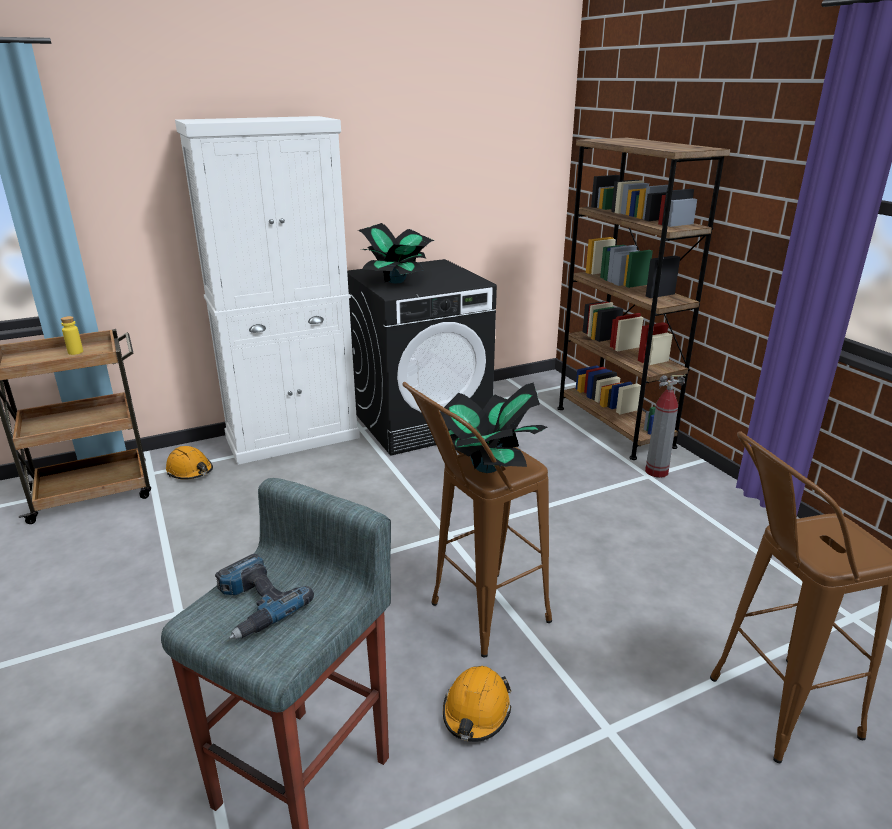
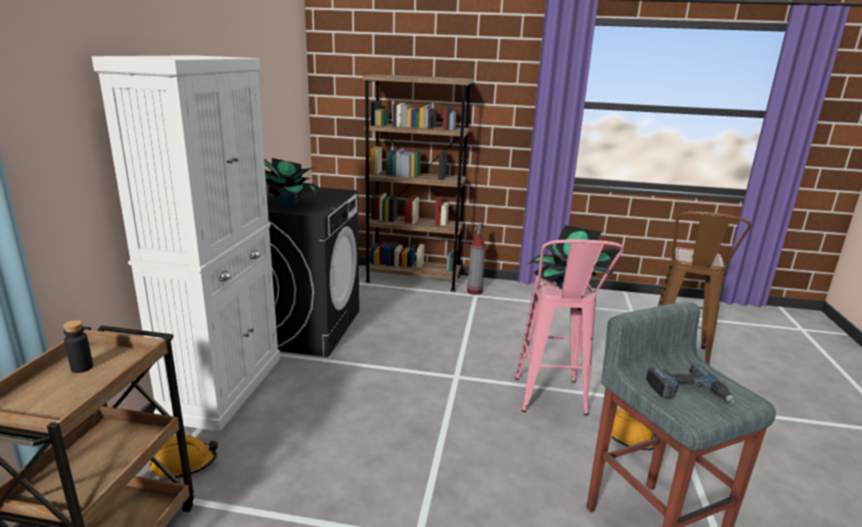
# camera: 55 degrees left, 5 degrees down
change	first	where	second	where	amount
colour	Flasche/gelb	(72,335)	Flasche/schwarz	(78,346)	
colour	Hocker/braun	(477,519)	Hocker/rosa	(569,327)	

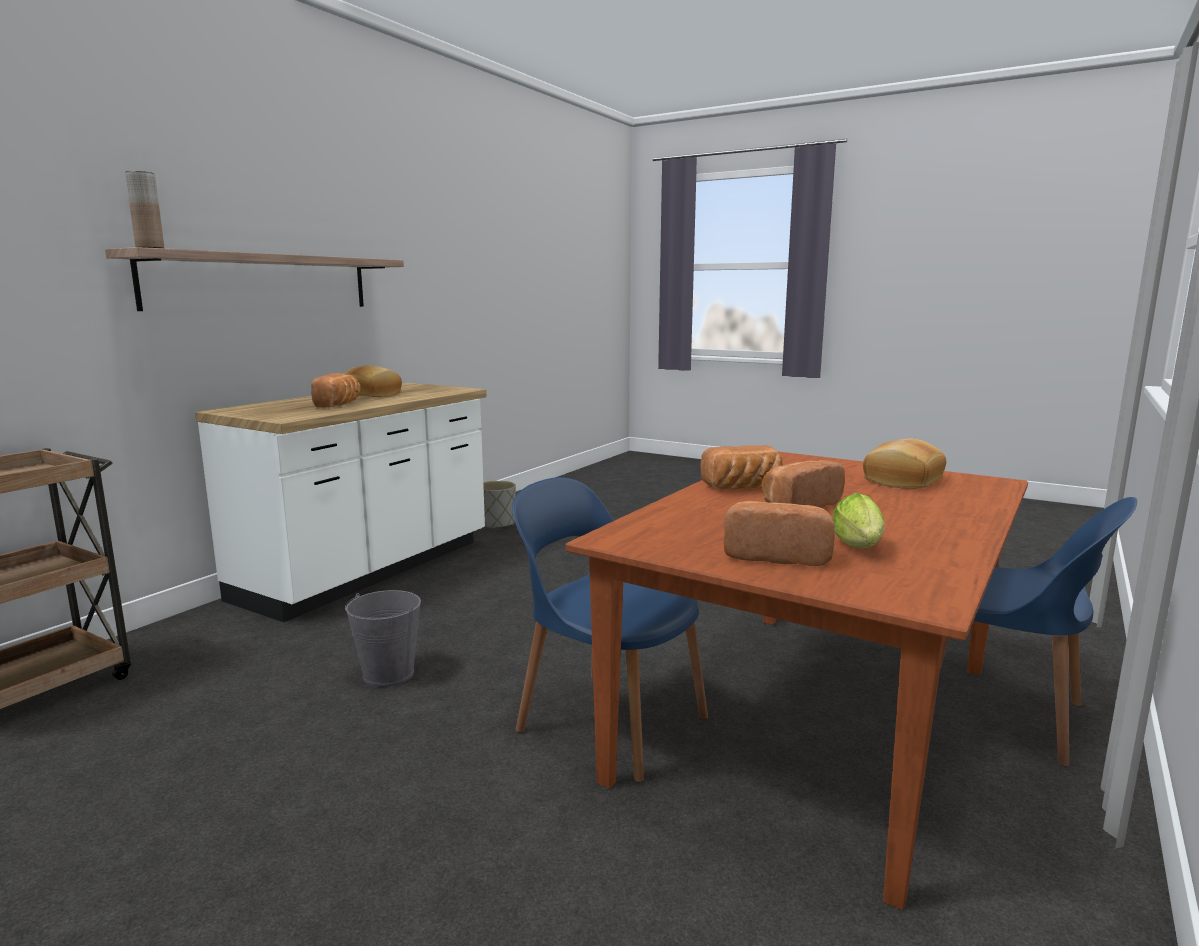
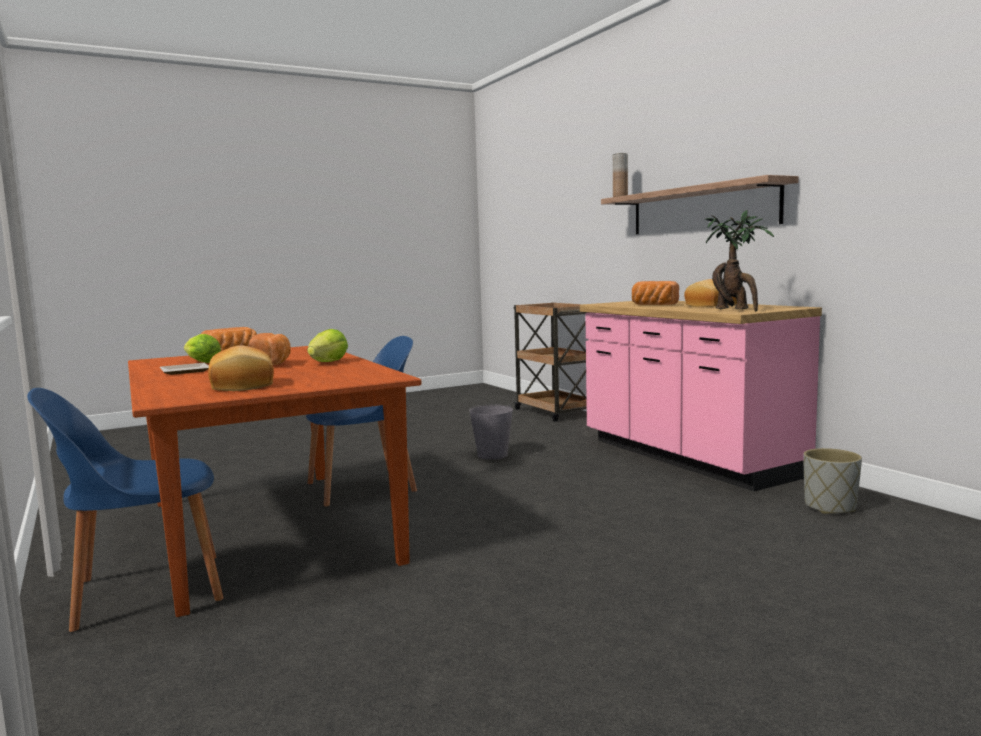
# camera: 120 degrees right, 5 degrees down
change	first	where	second	where	amount
colour	Küchenzeile/weiß	(341,502)	Küchenzeile/rosa	(701,396)	
exchanged	Brot	(741,467)	Salatkopf	(327,345)	
appeared			Teller	(184,369)	
appeared			Topfpflanze	(739,260)	

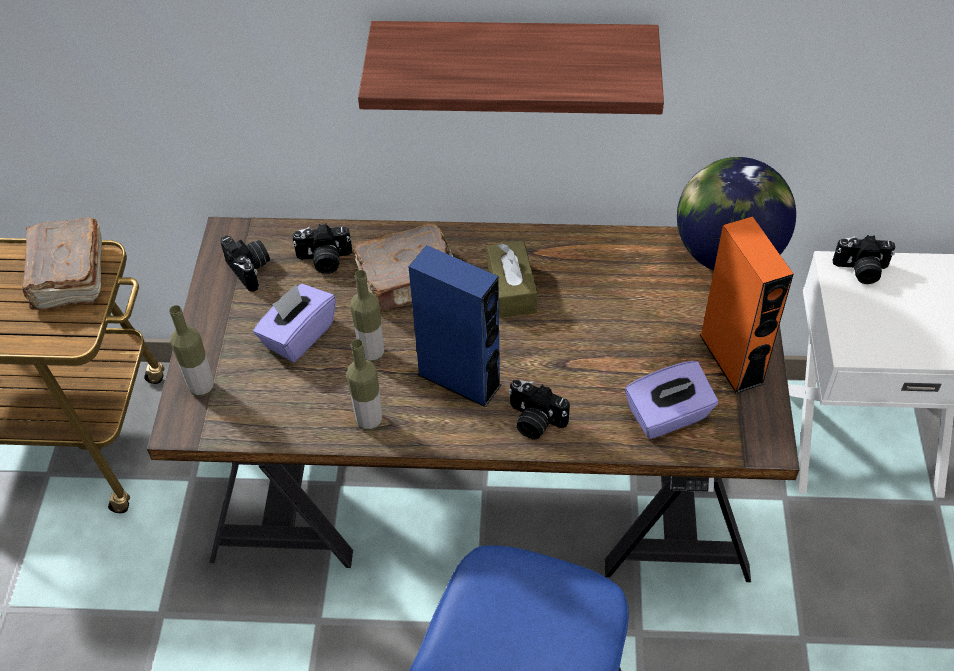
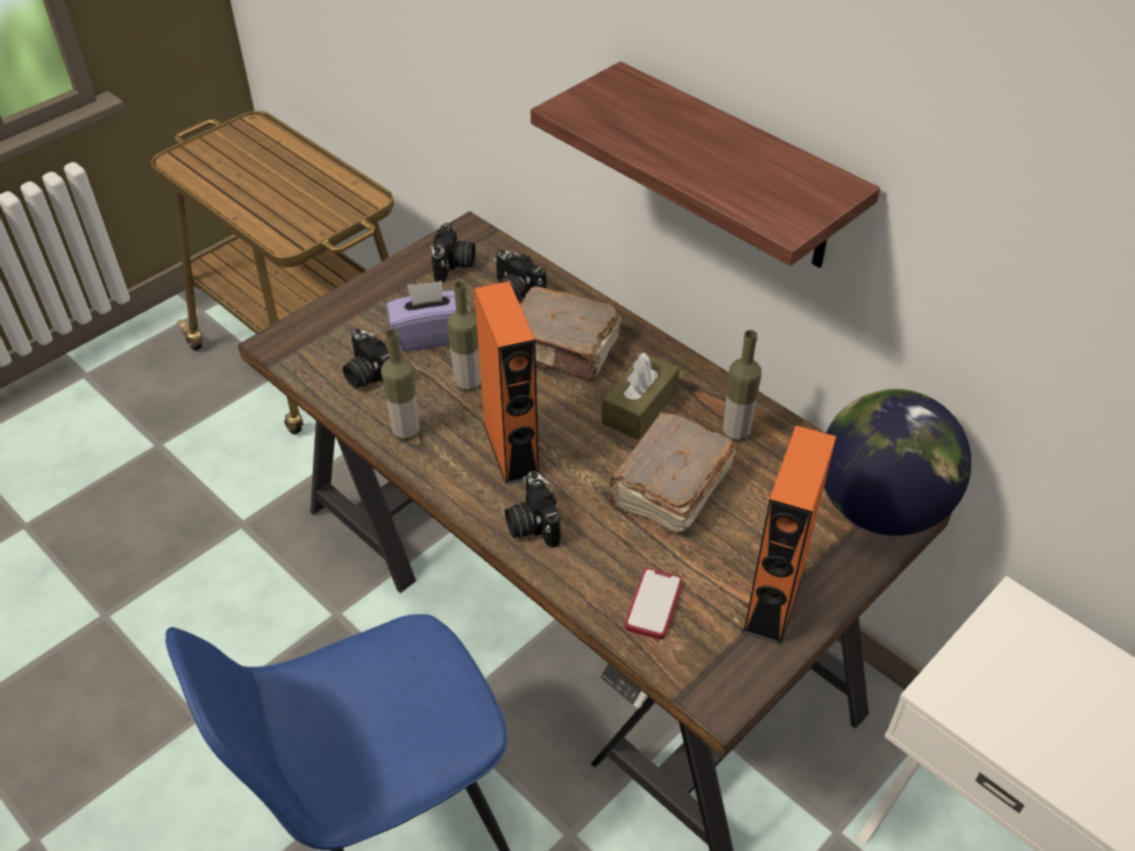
# camera: 40 degrees right, 5 degrees down
change	first	where	second	where	amount
relocated	Buch/braun	(62,263)		(672,473)	
relocated	Flasche	(191,351)		(742,386)	
colour	Lautsprecher/blau	(455,326)	Lautsprecher/orange	(506,383)	
exchanged	Taschentuchbox/lila	(671,400)	Handy	(654,604)	
relocated	Kamera	(864,259)		(366,358)	

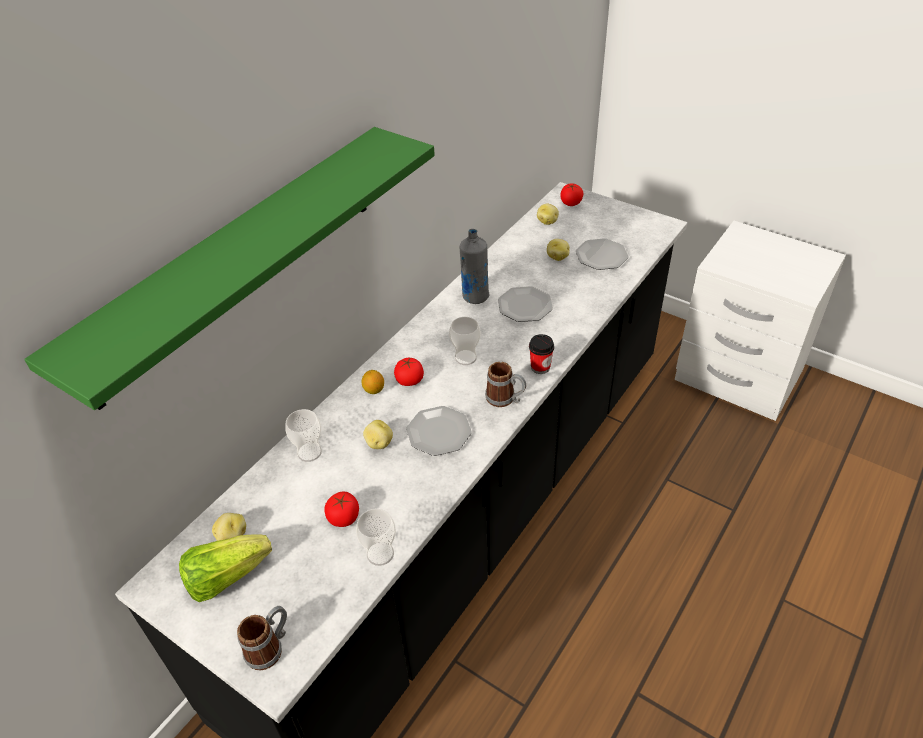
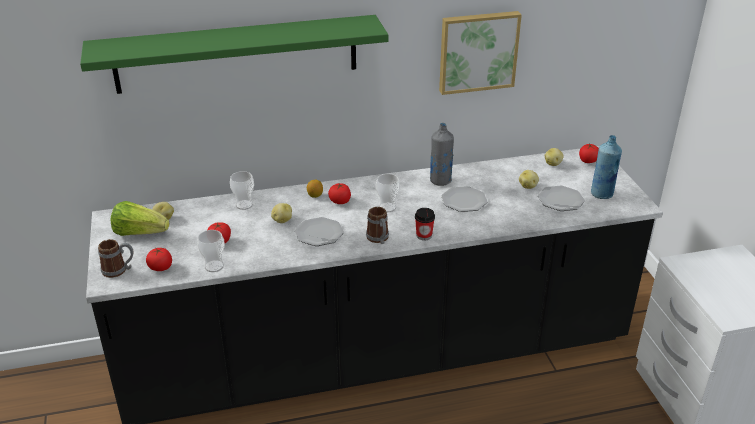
# camera: 40 degrees right, 10 degrees down
change	first	where	second	where	amount
appeared			Tomate	(159,259)	
appeared			Bild	(480,53)	
appeared			Flasche/blau	(606,167)	

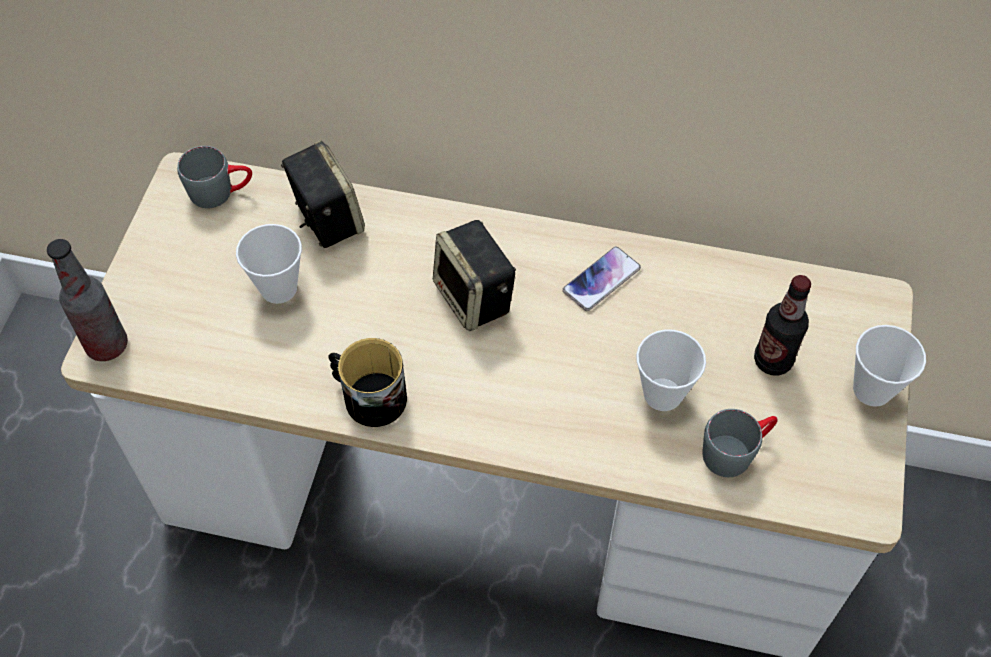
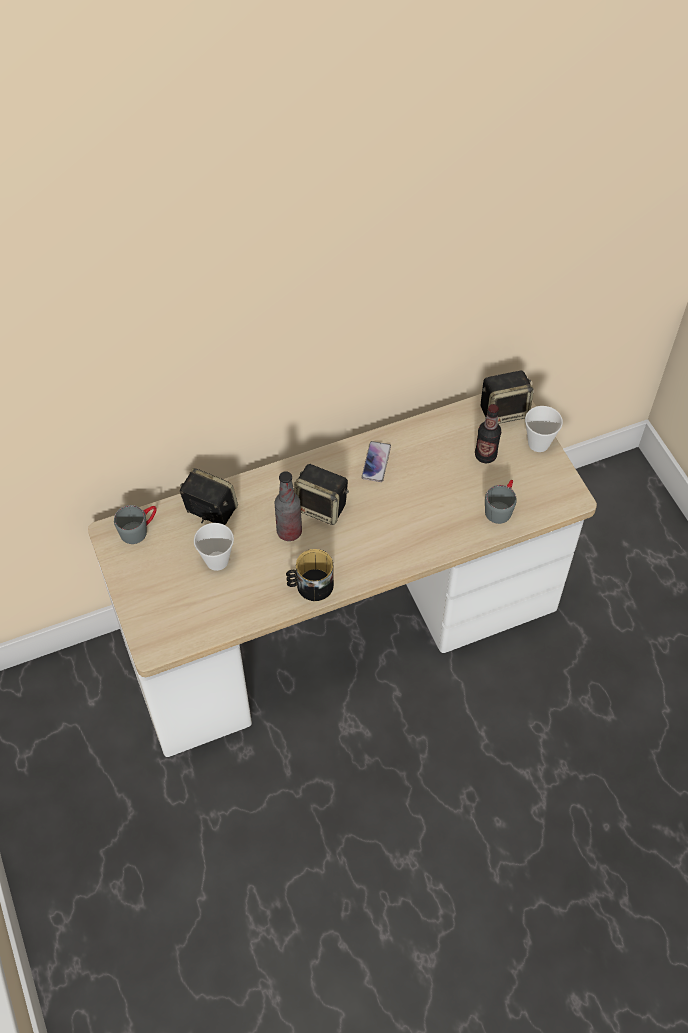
# camera: 35 degrees left, 0 degrees up
change	first	where	second	where	amount
relocated	Flasche	(87,300)		(288,506)	
missing	Tasse	(671,370)			
appeared			Lautsprecher	(507,397)	

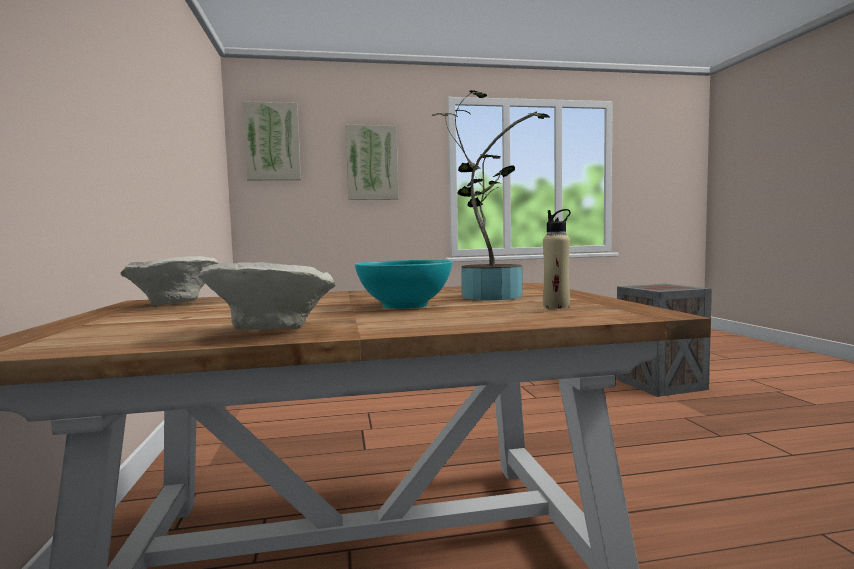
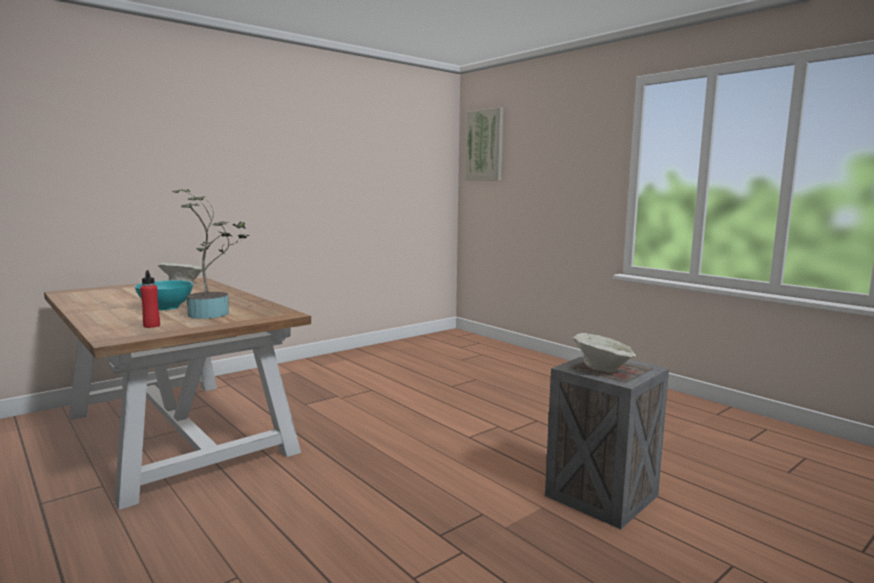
# camera: 60 degrees right, 5 degrees up
change	first	where	second	where	amount
relocated	Schüssel/beige	(266,296)		(604,353)	
missing	Bild	(372,162)			
colour	Flasche/beige	(557,259)	Flasche/rot	(150,299)	

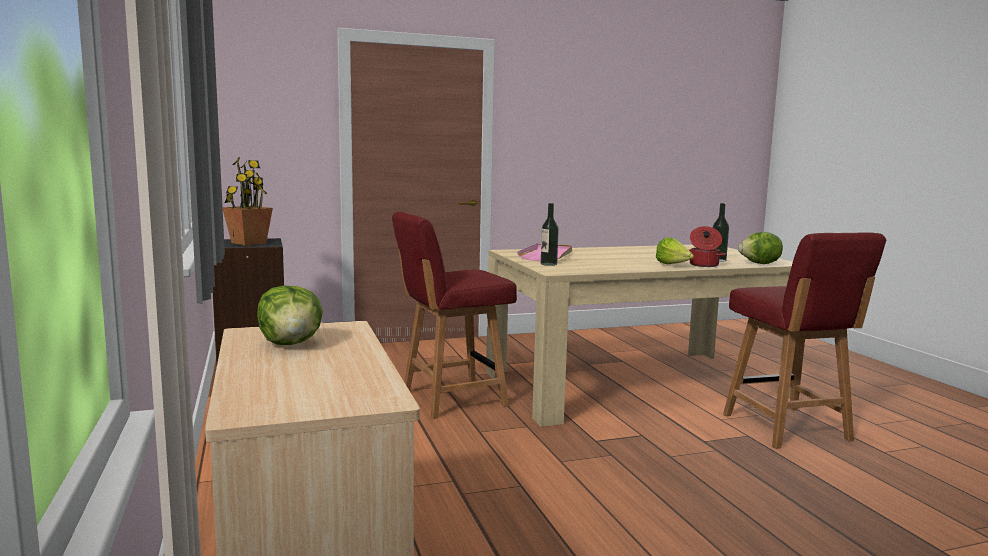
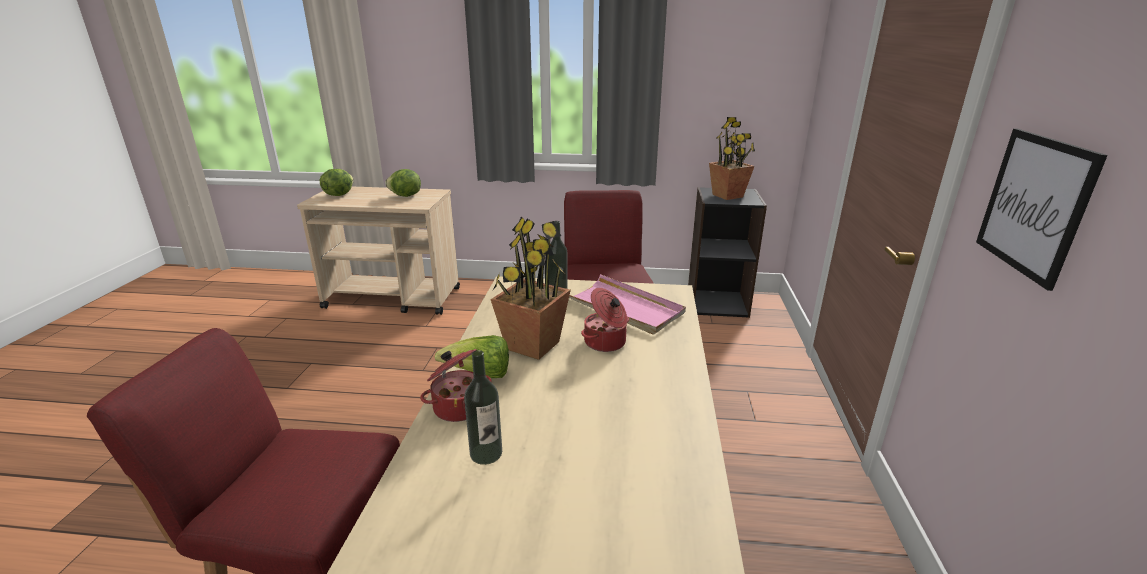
# camera: 115 degrees right, 15 degrees up
change	first	where	second	where	amount
relocated	Salatkopf	(760,248)		(337,182)	
appeared			Topfpflanze	(530,288)	
appeared			Kochtopf	(605,320)	
appeared			Bild	(1042,209)	

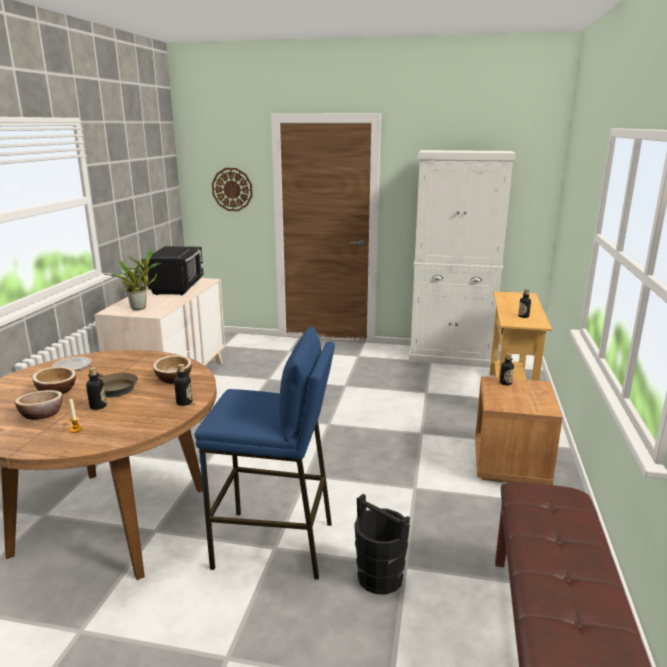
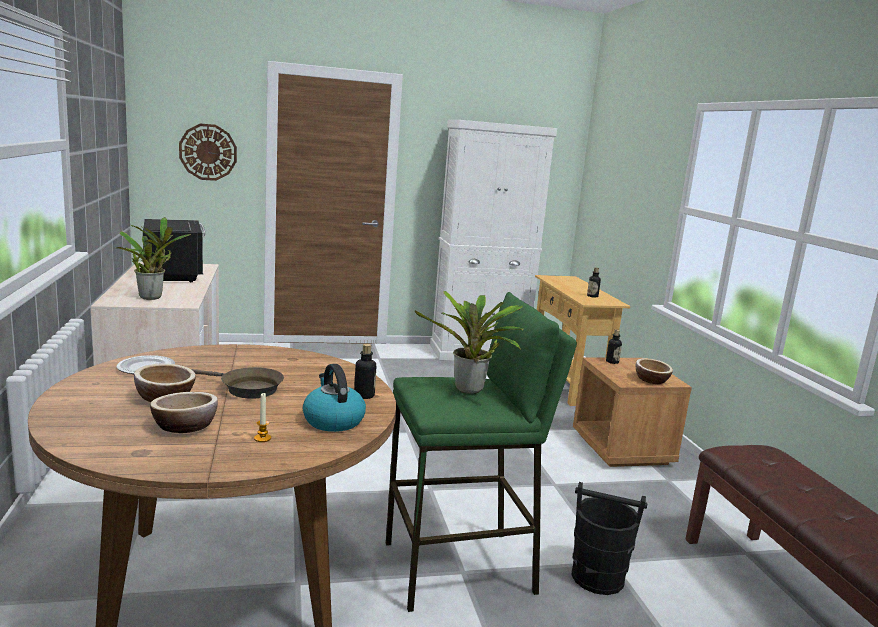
# camera: 25 degrees left, 5 degrees down
change	first	where	second	where	amount
missing	Flasche	(96,388)			
relocated	Schüssel	(172,369)		(654,371)	
colour	Hocker/blau	(265,453)	Hocker/grün	(481,452)	
appeared			Wasserkessel	(334,398)	
appeared			Topfpflanze	(469,342)	

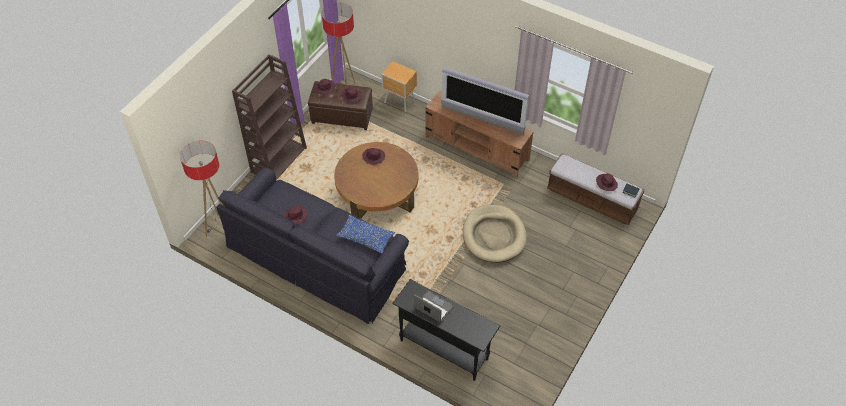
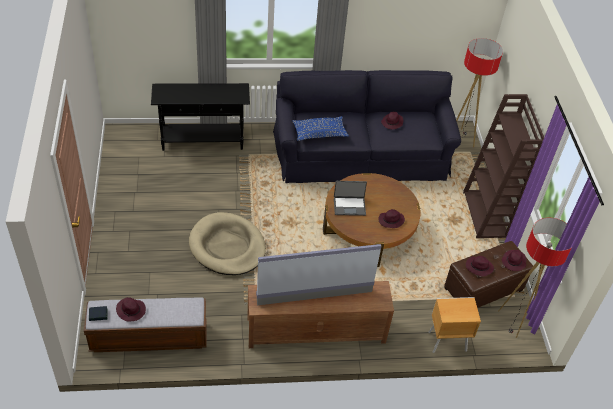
# camera: 140 degrees right, 5 degrees down
change	first	where	second	where	amount
relocated	Laptop	(434,306)		(350,198)	

